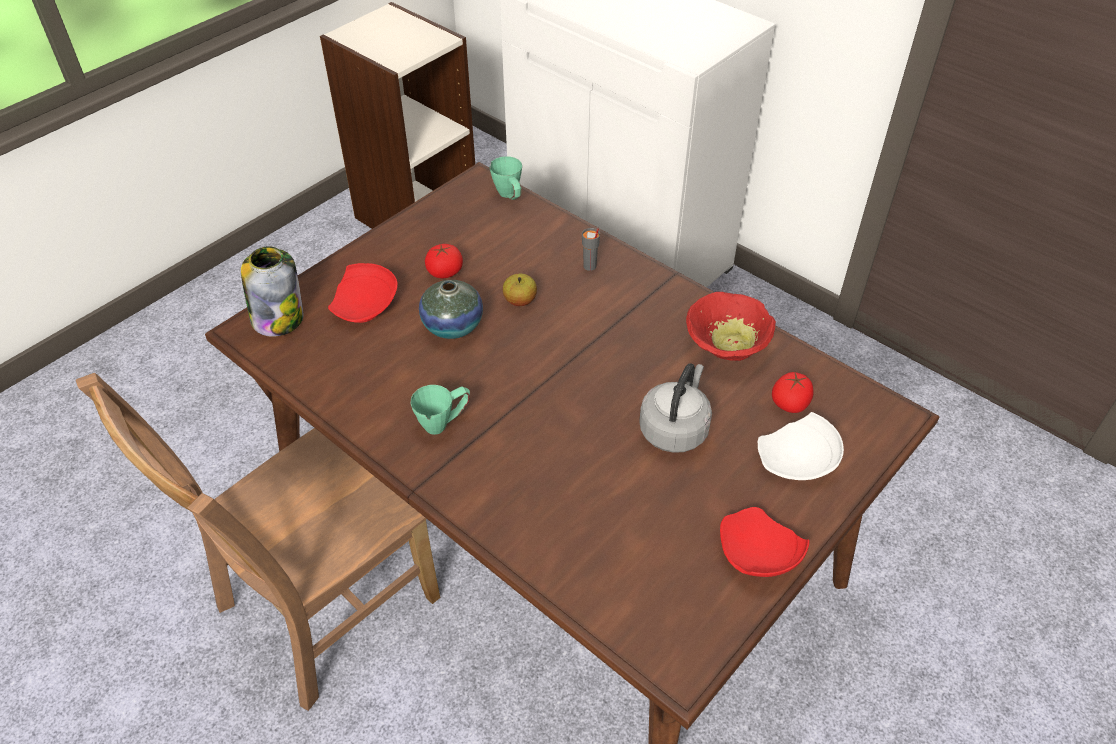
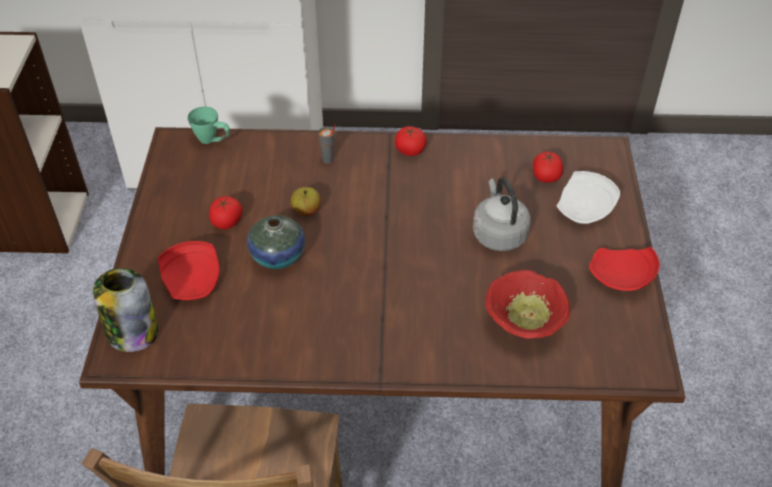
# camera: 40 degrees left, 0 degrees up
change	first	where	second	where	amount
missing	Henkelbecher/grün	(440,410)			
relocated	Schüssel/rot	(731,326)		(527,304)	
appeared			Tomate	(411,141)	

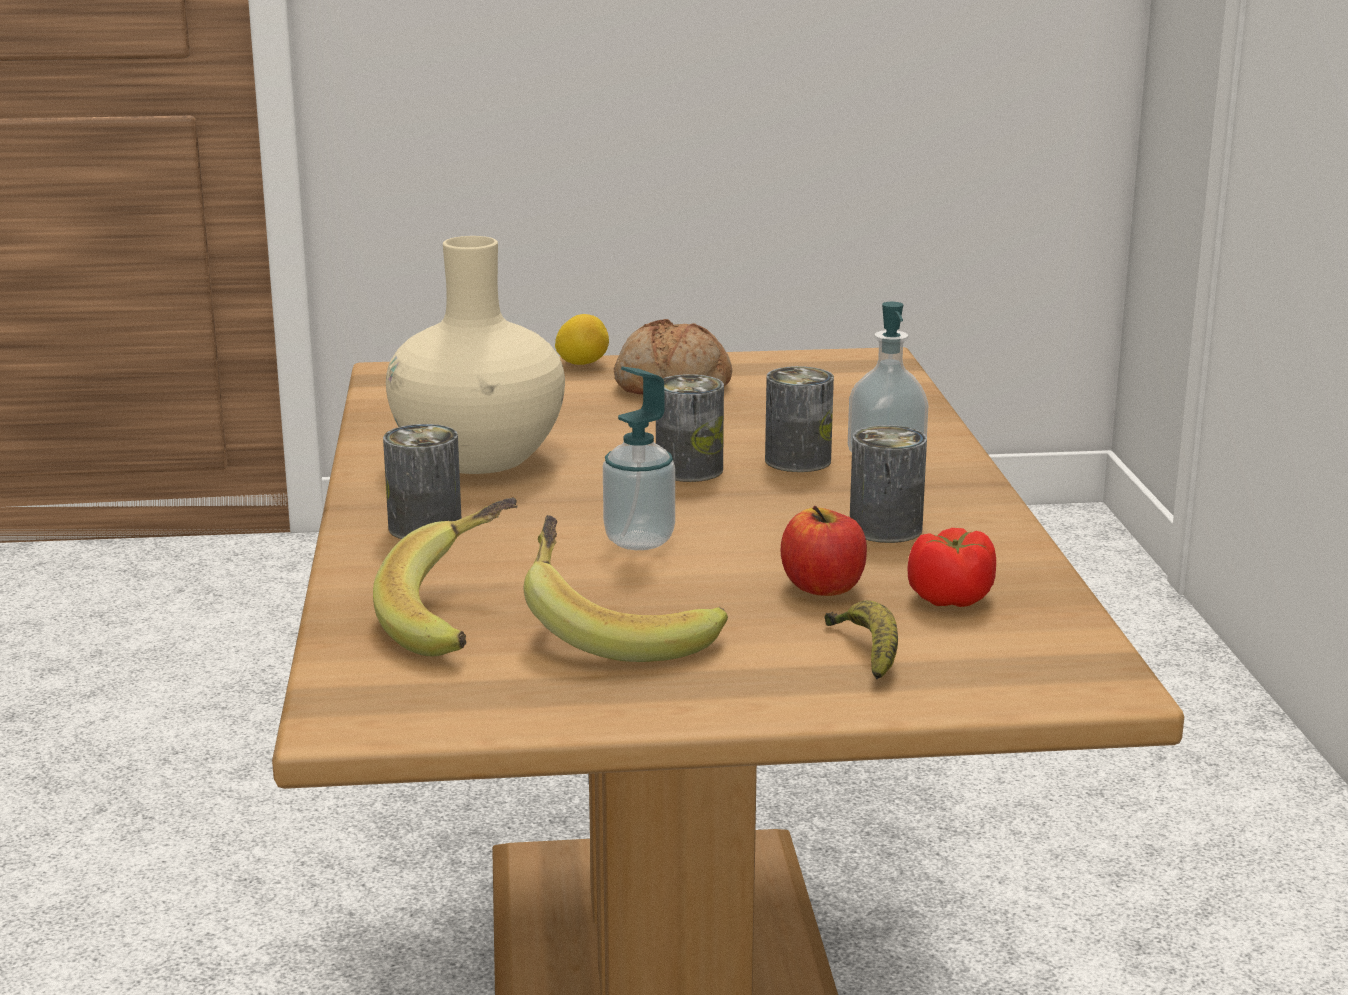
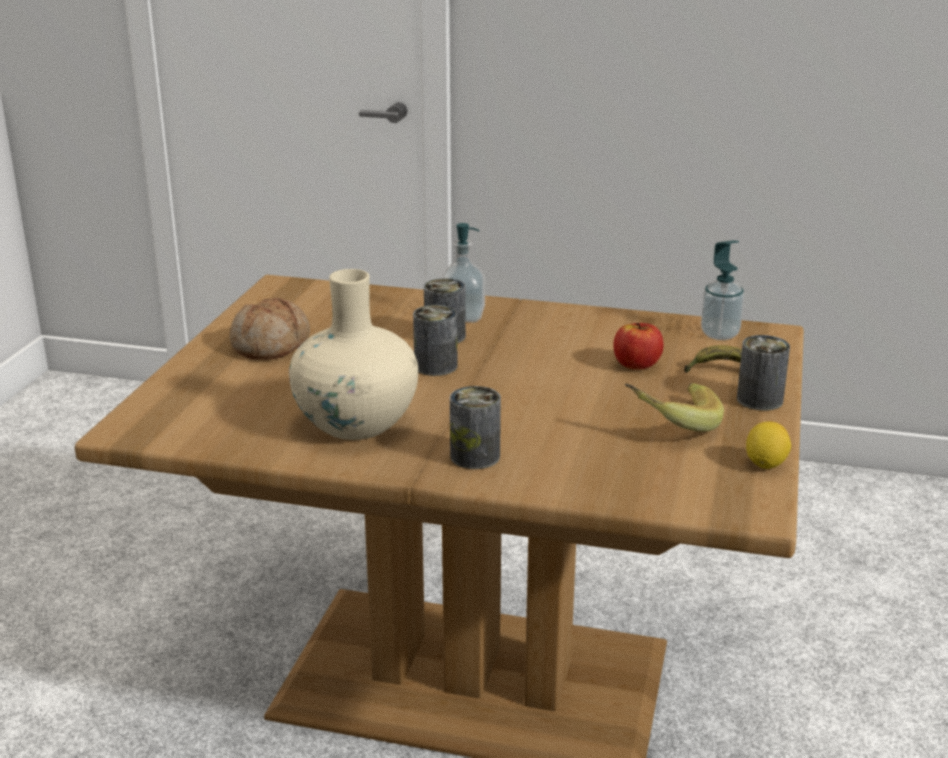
# camera: 70 degrees left, 5 degrees up
change	first	where	second	where	amount
missing	Banane	(445,577)			
relocated	Zitrone	(582,339)		(768,445)	
relocated	Seifenspender	(639,458)		(722,290)	
relocated	Dose	(888,484)		(763,373)	
missing	Tomate	(952,567)			

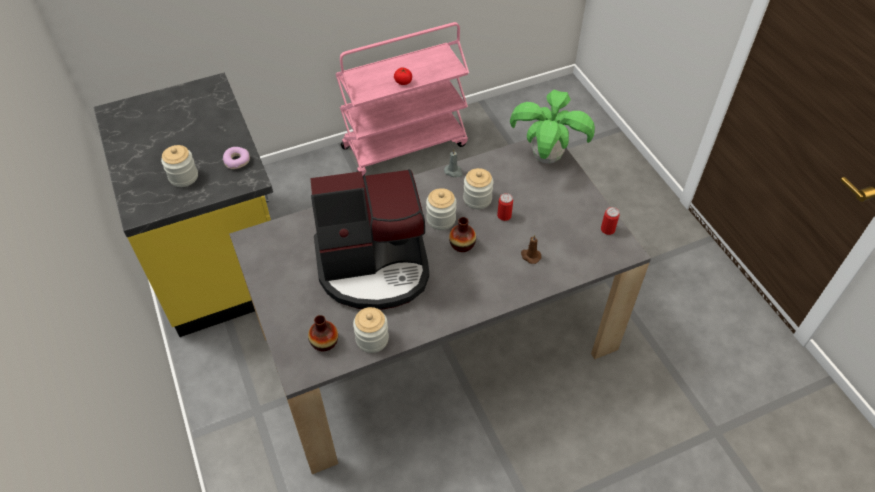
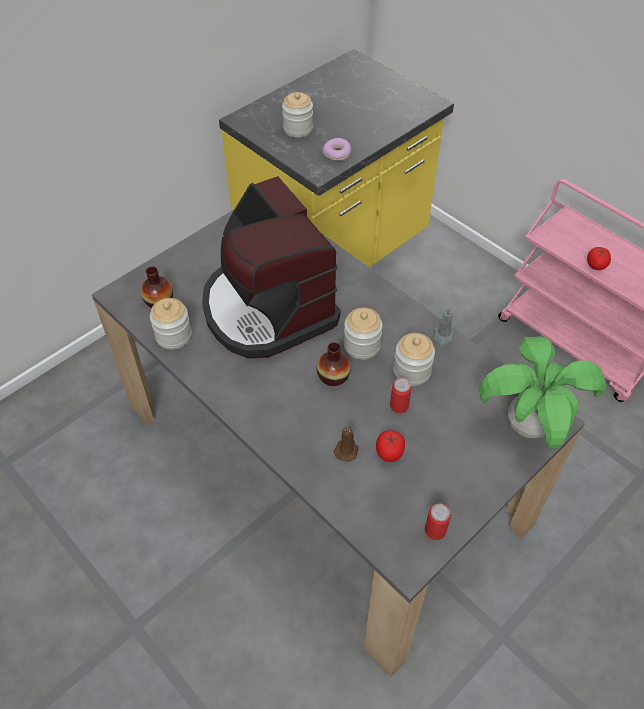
# camera: 70 degrees right, 0 degrees up
change	first	where	second	where	amount
appeared			Tomate	(390,446)	

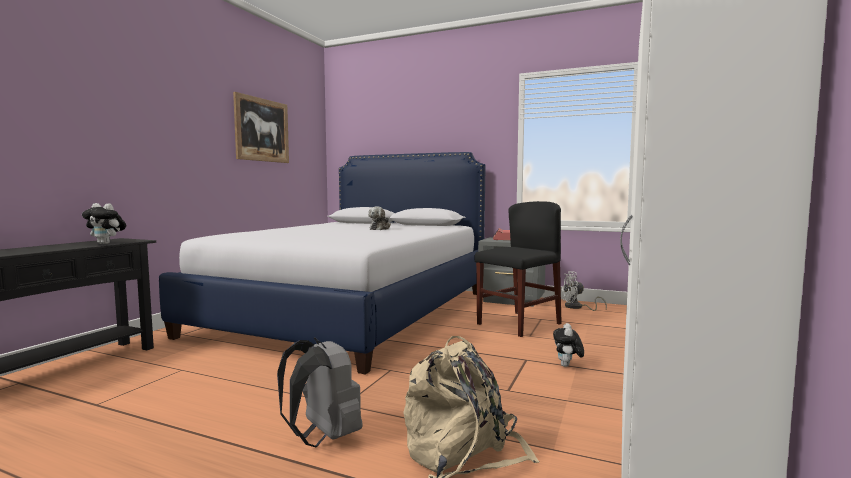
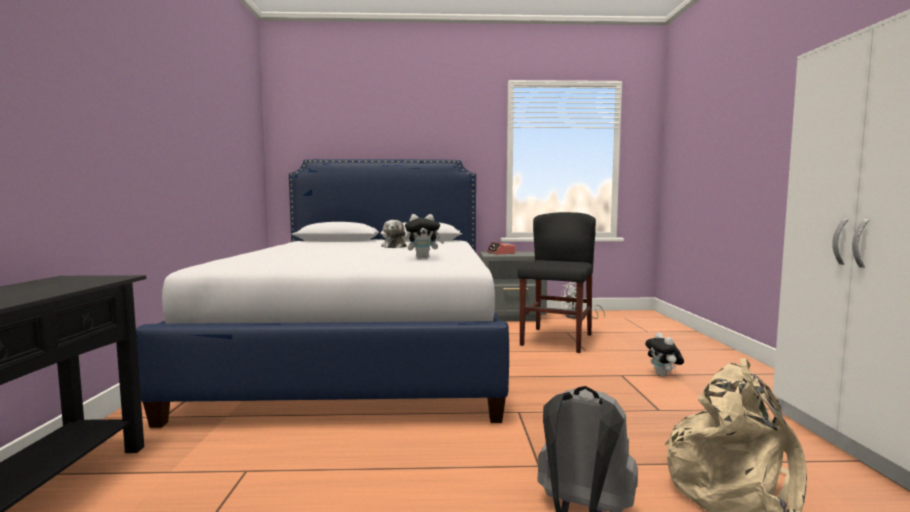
# camera: 25 degrees left, 0 degrees up
change	first	where	second	where	amount
relocated	Plüschtier	(104,223)		(424,236)	
missing	Bild	(261,127)			

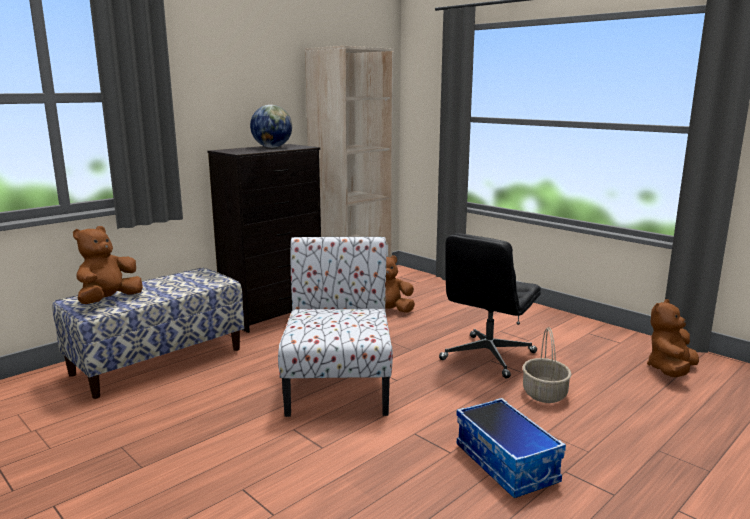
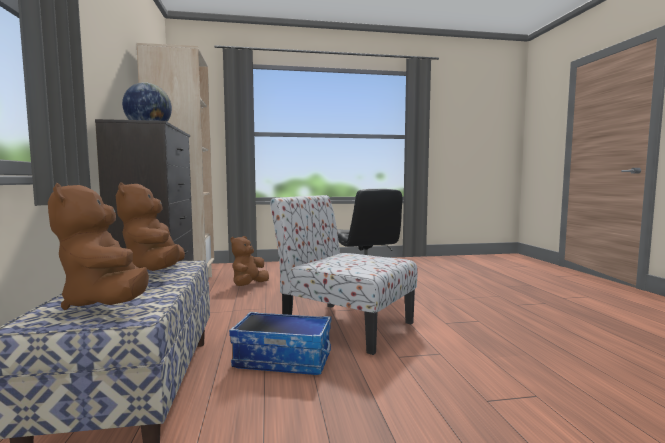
# camera: 55 degrees left, 10 degrees down
change	first	where	second	where	amount
relocated	Aufbewahrungsbox	(511,448)		(280,343)	
missing	Korb	(547,365)			
relocated	Plüschtier/braun	(673,338)		(150,226)	

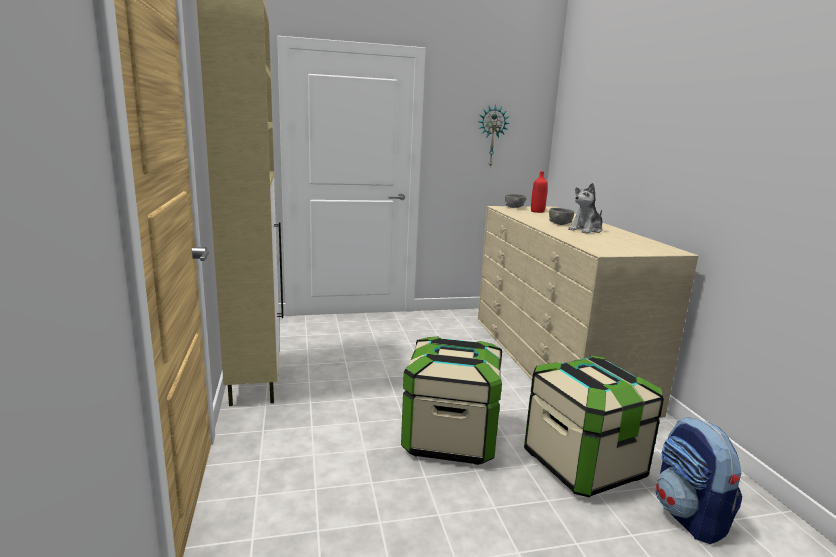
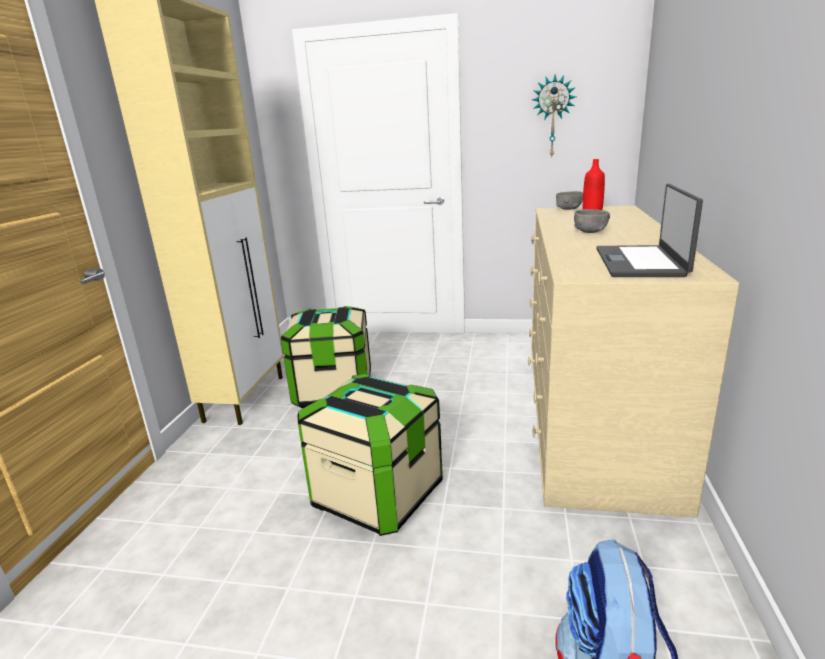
# camera: 25 degrees right, 5 degrees up
change	first	where	second	where	amount
relocated	Aufbewahrungsbox	(594,426)		(326,357)	
missing	Plüschtier	(585,208)			
appeared			Laptop	(649,230)	

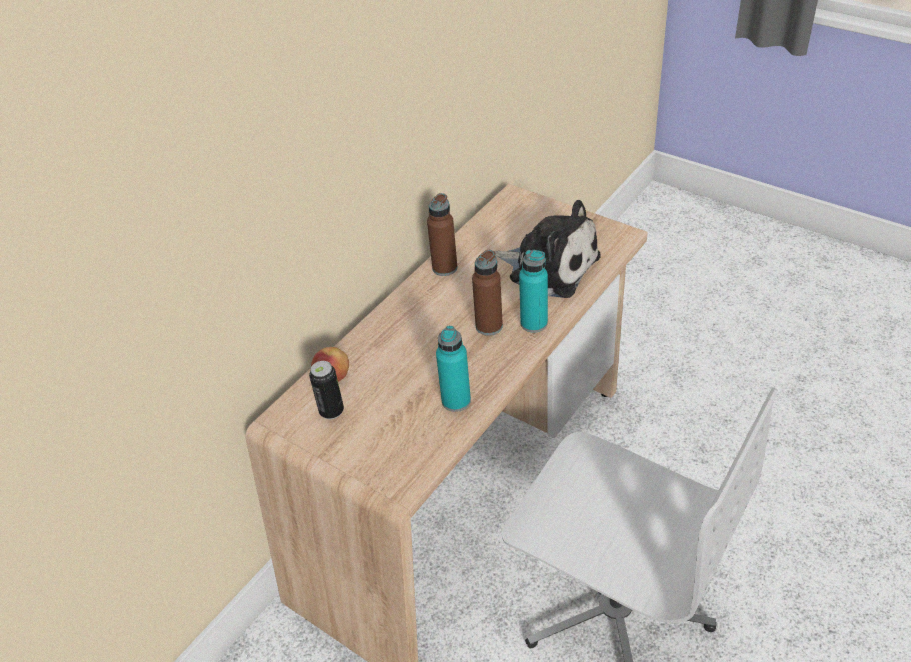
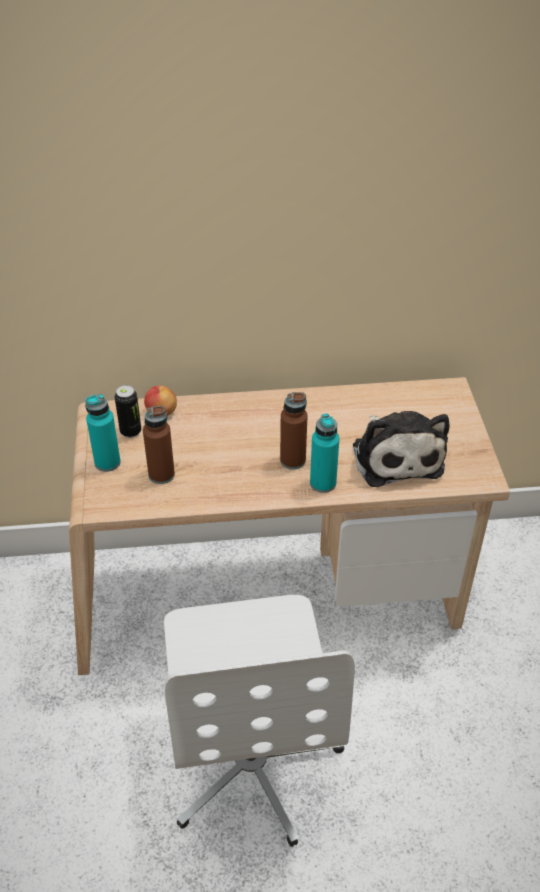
# camera: 45 degrees right, 0 degrees up
change	first	where	second	where	amount
relocated	Flasche/braun	(442,234)		(159,444)	
relocated	Flasche/türkis	(453,369)		(103,433)	

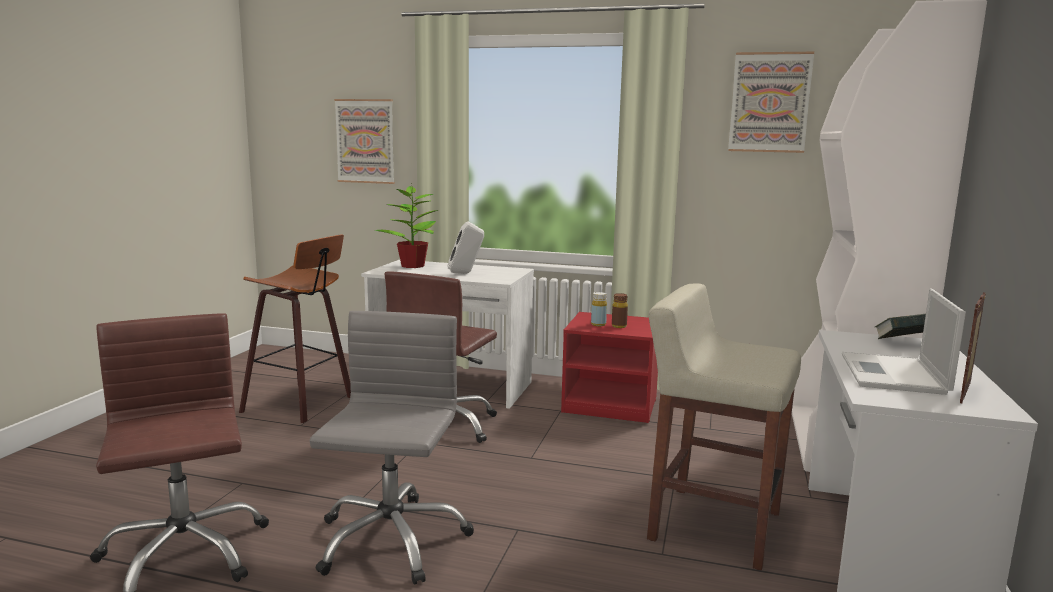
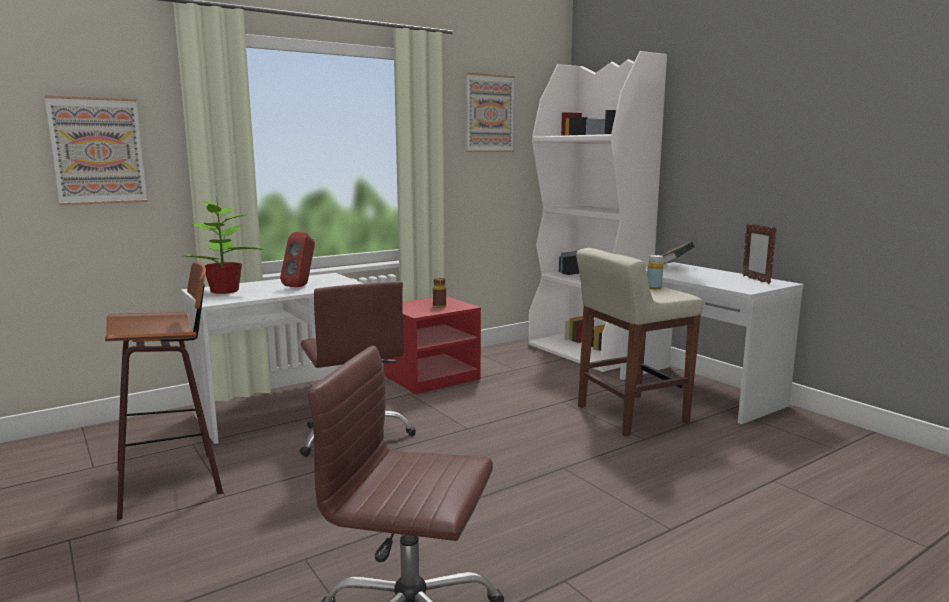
# camera: 50 degrees left, 0 degrees up
change	first	where	second	where	amount
missing	Bürostuhl/grau	(391,448)			
colour	Lautsprecher/weiß	(466,247)	Lautsprecher/rot	(297,259)	
relocated	Flasche/gelb	(599,309)		(655,272)	
missing	Laptop	(904,341)			

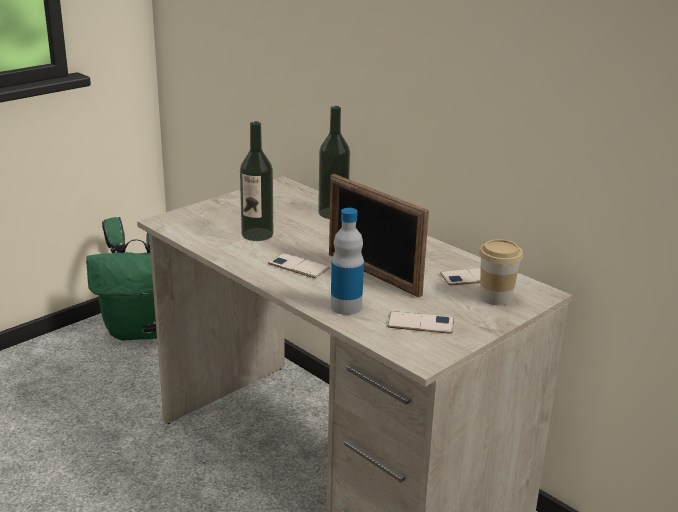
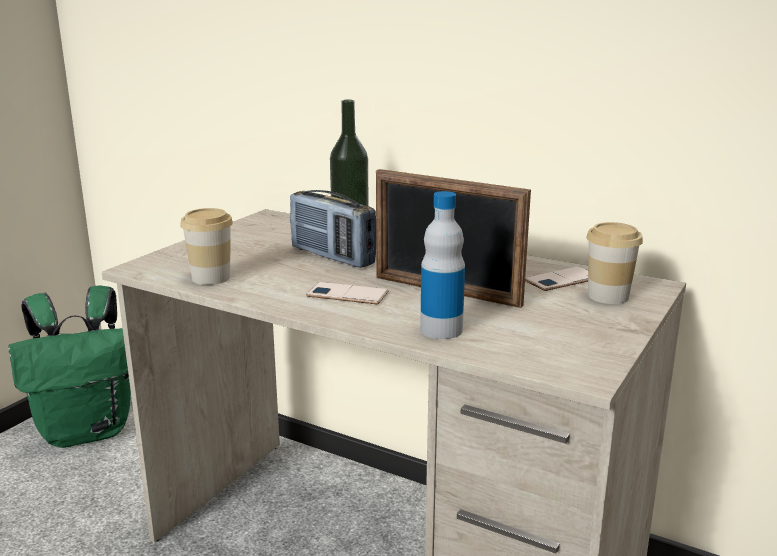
# camera: 15 degrees left, 5 degrees down
change	first	where	second	where	amount
missing	Flasche	(256,181)			
missing	Handy	(420,322)			
appeared			Tasse	(206,246)	
appeared			Radio	(333,229)	

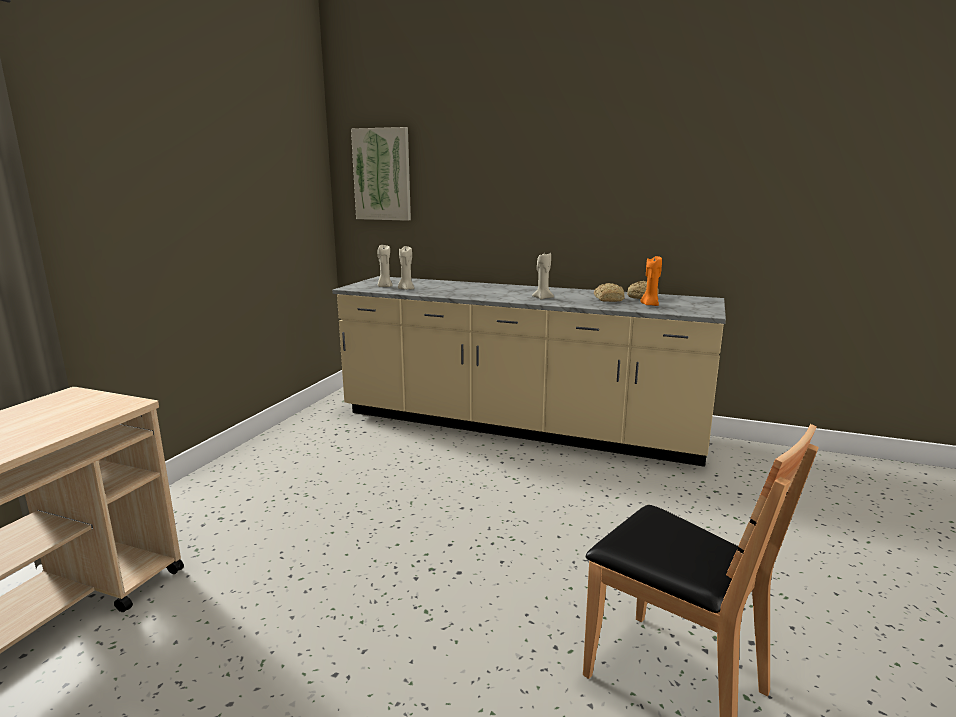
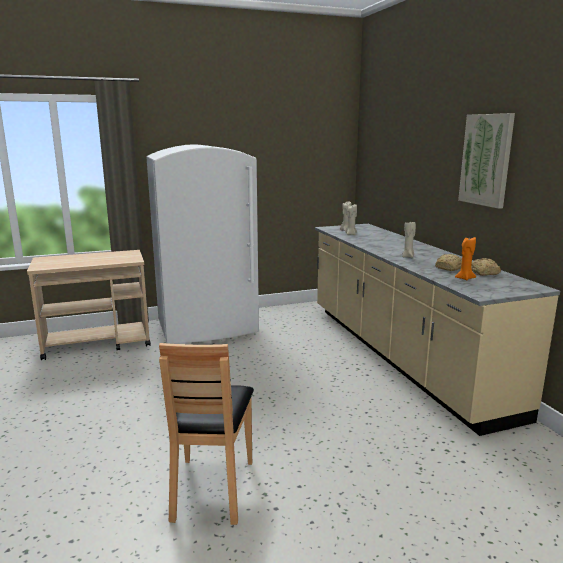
# camera: 50 degrees right, 0 degrees up
change	first	where	second	where	amount
relocated	Bild	(381,174)		(486,161)	
appeared			Kühlschrank/weiß	(202,244)	

